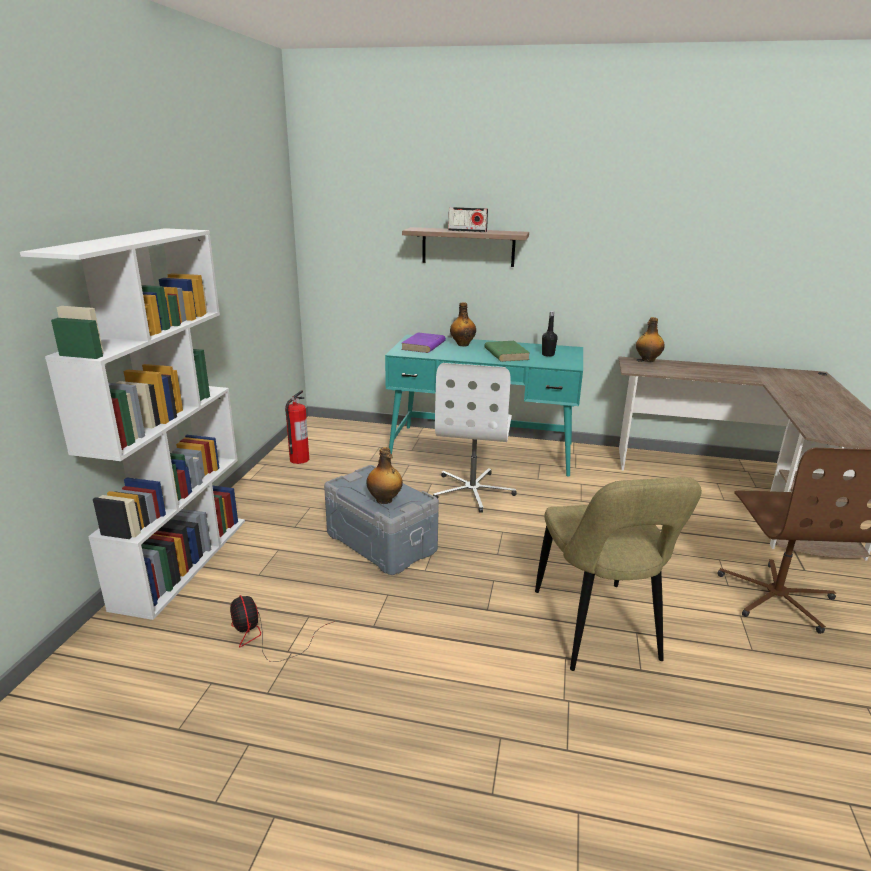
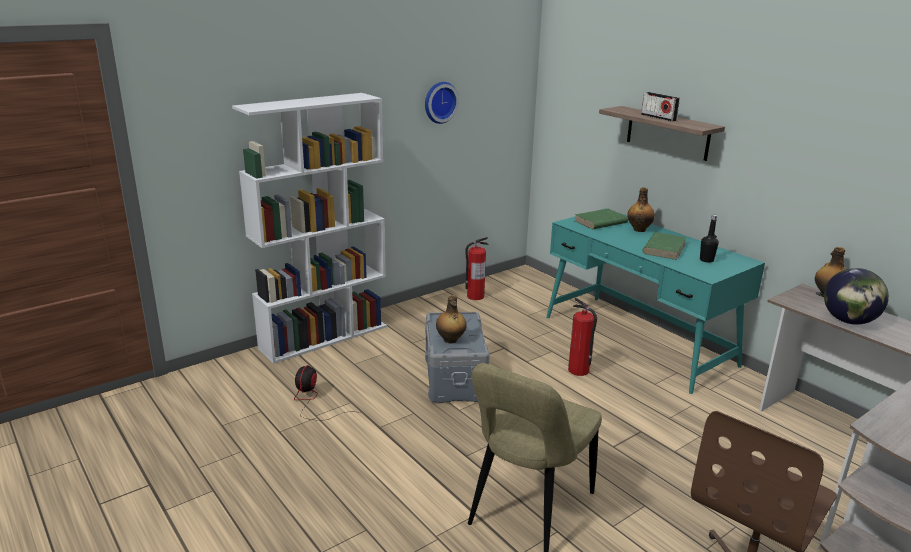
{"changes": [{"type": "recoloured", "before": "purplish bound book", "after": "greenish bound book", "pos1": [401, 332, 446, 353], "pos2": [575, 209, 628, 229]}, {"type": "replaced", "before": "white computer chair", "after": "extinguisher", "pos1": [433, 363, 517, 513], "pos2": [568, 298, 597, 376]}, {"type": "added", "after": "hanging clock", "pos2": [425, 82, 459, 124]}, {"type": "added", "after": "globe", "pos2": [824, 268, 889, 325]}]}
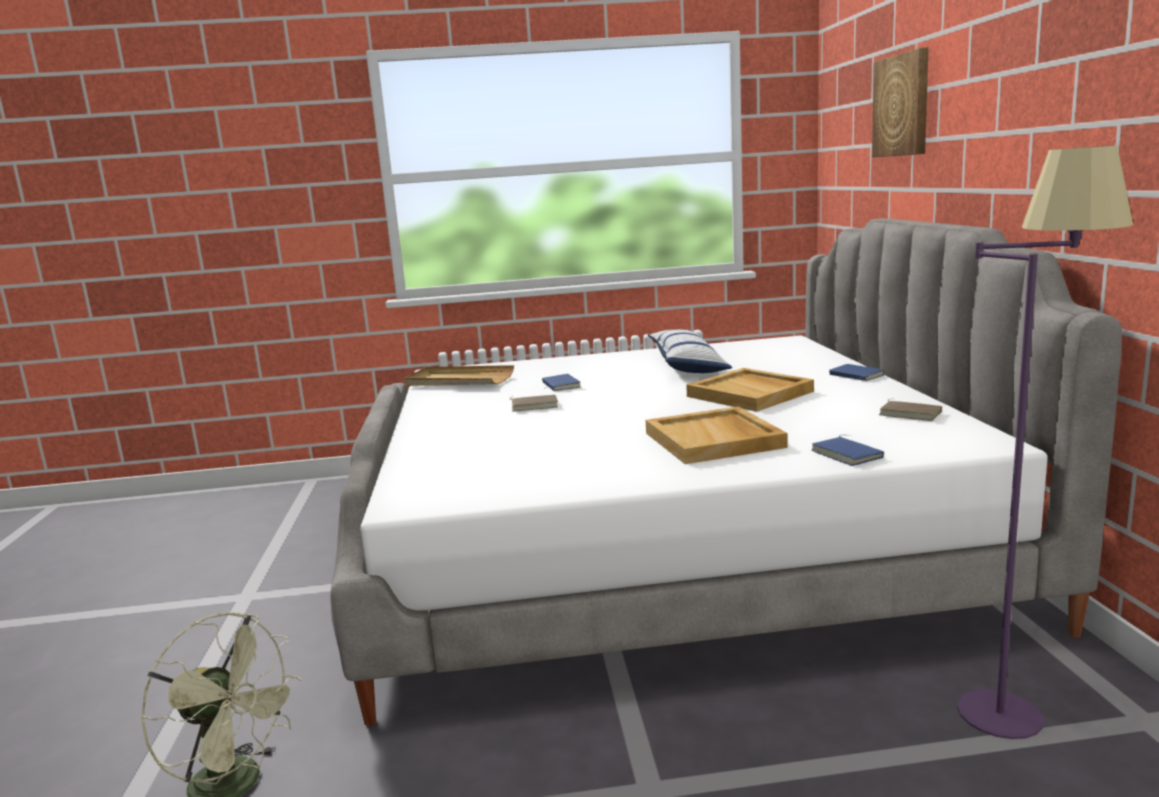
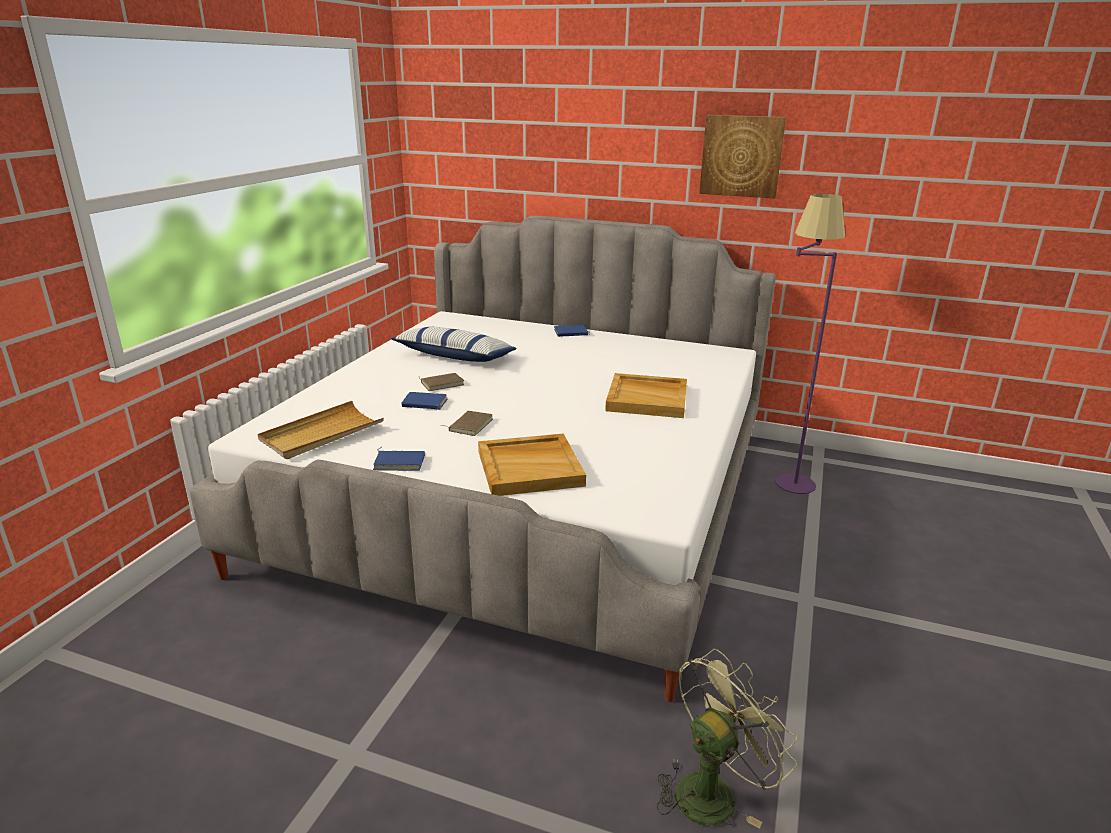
{"changes": [{"type": "moved", "before": "beige-coloured carrying tray", "pos1": [686, 368, 814, 412], "pos2": [478, 433, 586, 496]}, {"type": "moved", "before": "blue-coloured bound book", "pos1": [812, 435, 884, 466], "pos2": [373, 447, 425, 471]}, {"type": "moved", "before": "wall art", "pos1": [872, 47, 929, 157], "pos2": [699, 115, 786, 198]}, {"type": "moved", "before": "brown-coloured bound book", "pos1": [879, 399, 942, 421], "pos2": [419, 373, 464, 391]}]}
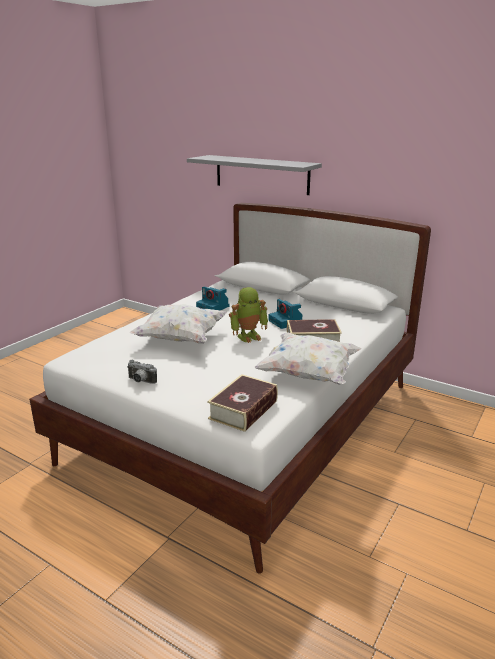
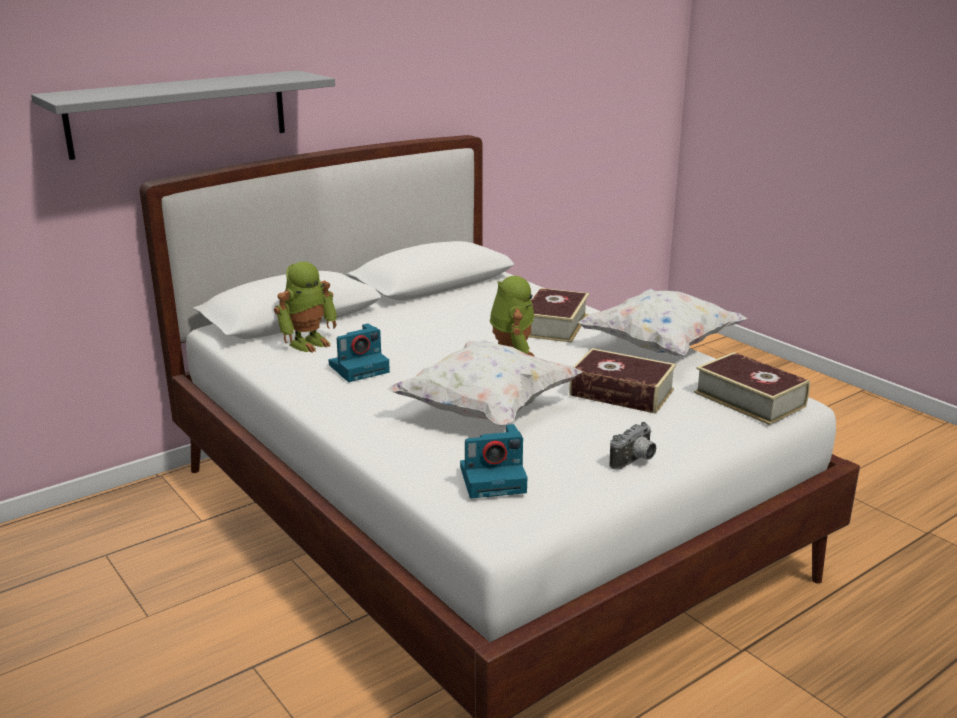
{"changes": [{"type": "moved", "before": "still camera", "pos1": [269, 299, 302, 329], "pos2": [460, 424, 528, 498]}, {"type": "added", "after": "robot figure", "pos2": [274, 262, 337, 353]}, {"type": "added", "after": "bound book", "pos2": [569, 348, 676, 414]}]}
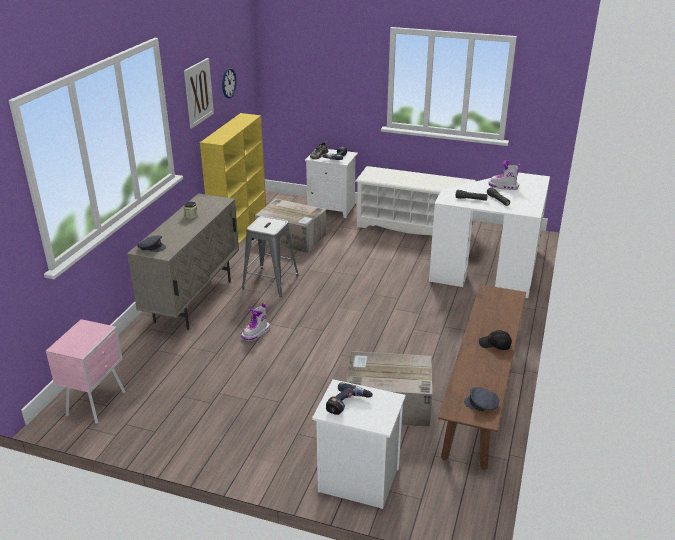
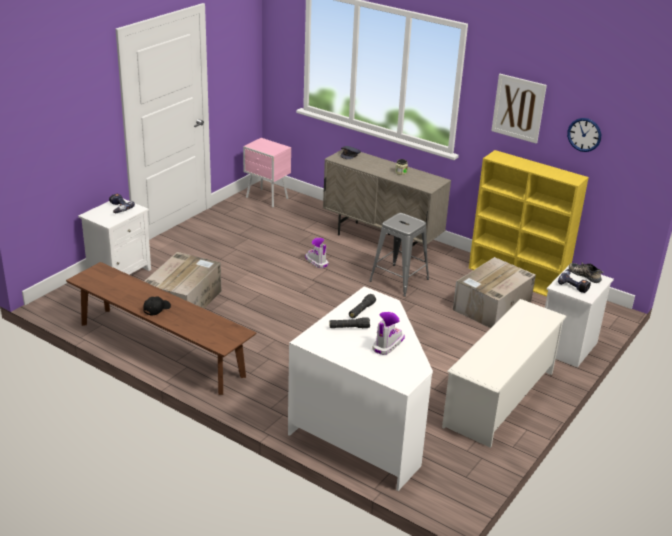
{"changes": [{"type": "removed", "before": "grey cap", "pos1": [464, 387, 499, 411]}]}
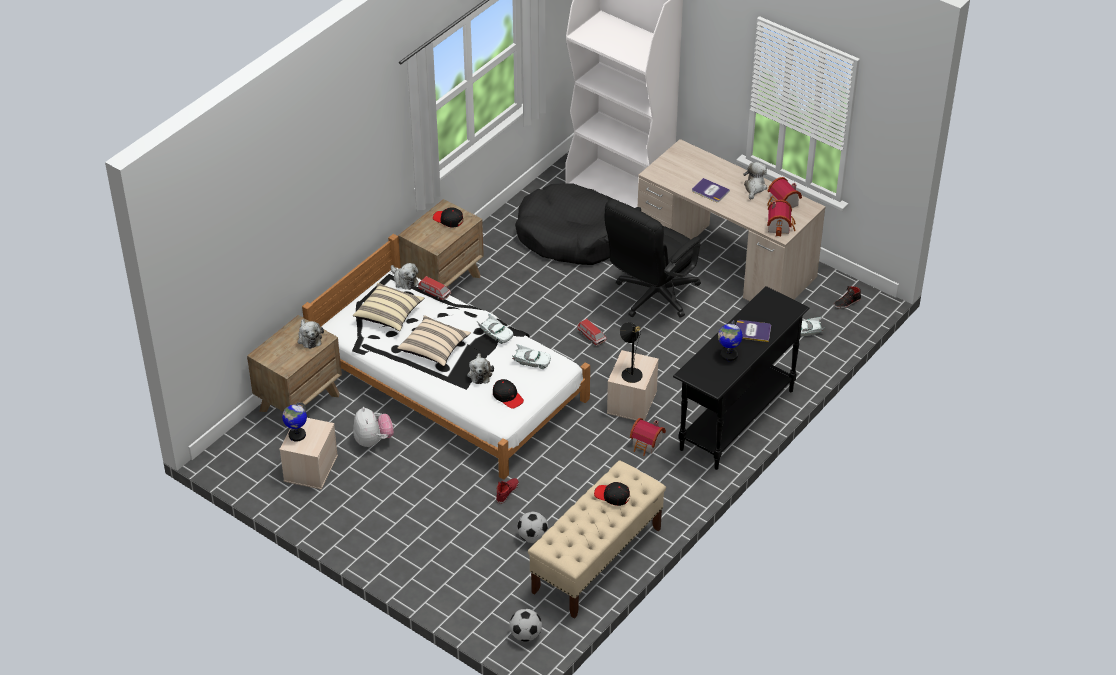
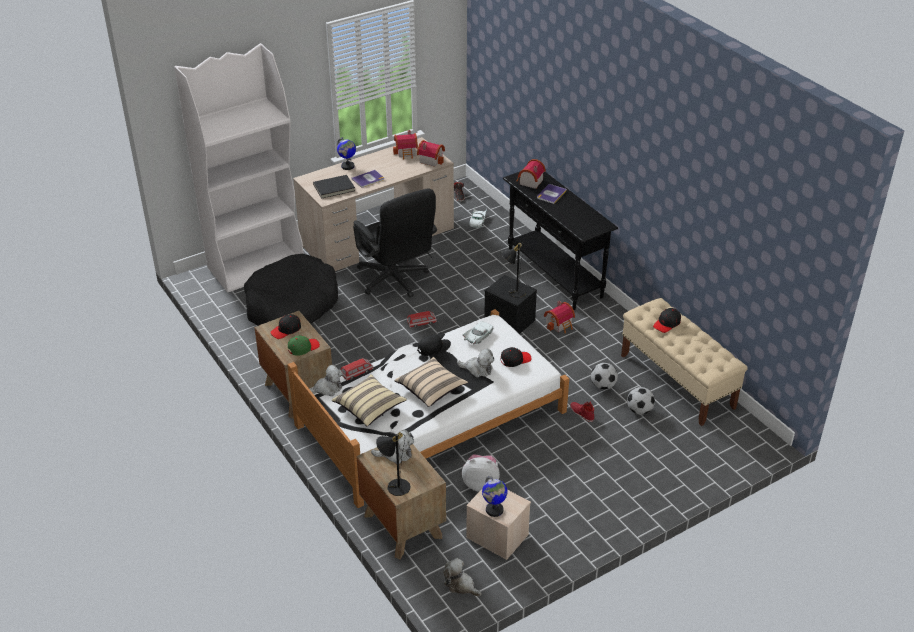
{"changes": [{"type": "replaced", "before": "white model car", "after": "black-coloured cap", "pos1": [477, 313, 513, 344], "pos2": [417, 335, 451, 356]}, {"type": "moved", "before": "ball for football", "pos1": [509, 609, 542, 642], "pos2": [591, 363, 618, 390]}, {"type": "recoloured", "before": "beige-coloured storage box", "after": "black-coloured storage box", "pos1": [607, 350, 659, 421], "pos2": [484, 275, 537, 334]}, {"type": "moved", "before": "globe", "pos1": [718, 320, 743, 361], "pos2": [337, 137, 356, 170]}, {"type": "moved", "before": "cuddly toy", "pos1": [743, 162, 767, 200], "pos2": [443, 558, 482, 596]}, {"type": "added", "after": "greenish cap", "pos2": [288, 335, 320, 356]}, {"type": "added", "after": "black-coloured bound book", "pos2": [313, 175, 355, 199]}, {"type": "added", "after": "black-coloured table lamp", "pos2": [376, 432, 410, 496]}, {"type": "added", "after": "model house", "pos2": [517, 159, 546, 189]}]}
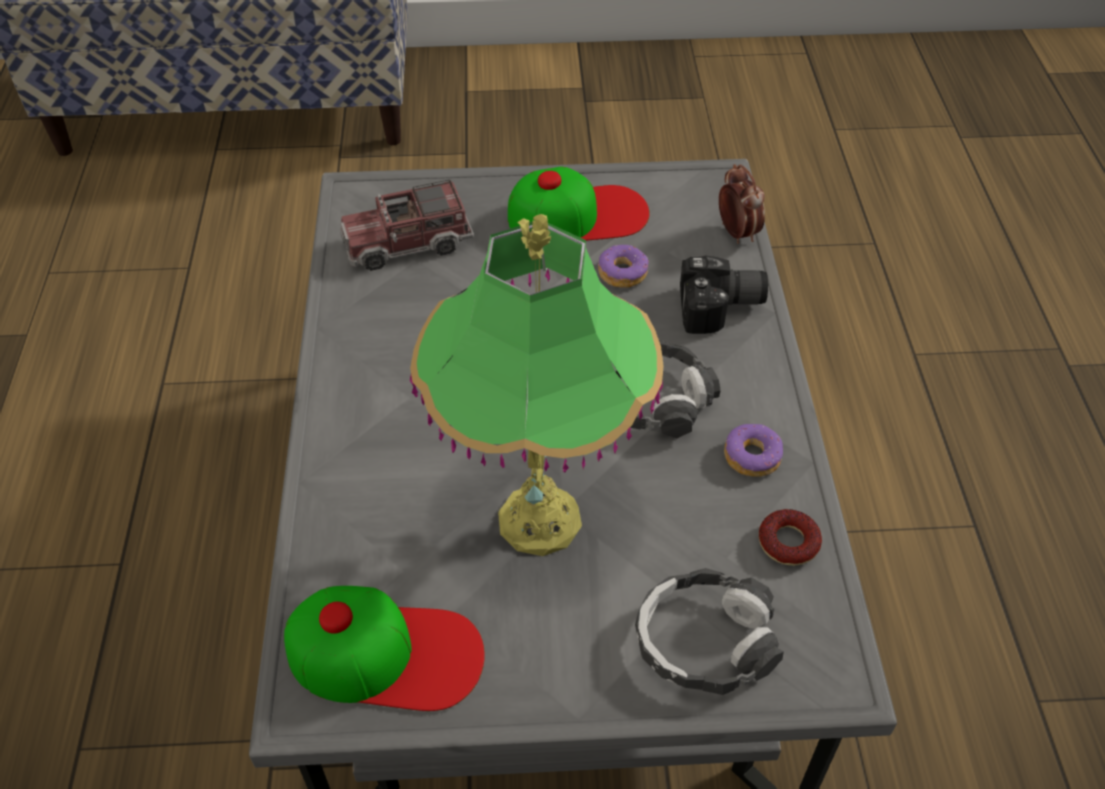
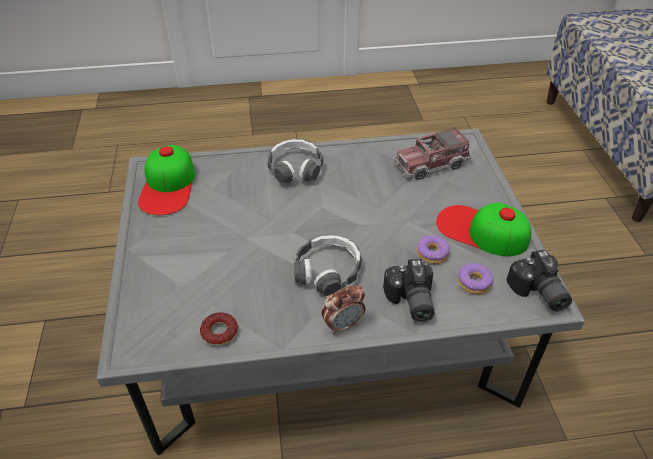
{"changes": [{"type": "turned", "before": "model truck", "pos1": [340, 180, 474, 271], "pos2": [394, 128, 471, 180], "turn": -90}, {"type": "removed", "before": "table lamp", "pos1": [410, 214, 664, 556]}, {"type": "turned", "before": "cap", "pos1": [508, 166, 650, 241], "pos2": [436, 203, 531, 256], "turn": 135}, {"type": "moved", "before": "headphones", "pos1": [635, 568, 784, 695], "pos2": [268, 139, 323, 183]}, {"type": "moved", "before": "alarm clock", "pos1": [719, 164, 765, 244], "pos2": [321, 285, 366, 334]}, {"type": "moved", "before": "ring doughnut", "pos1": [724, 424, 783, 477], "pos2": [458, 263, 494, 294]}, {"type": "added", "after": "still camera", "pos2": [506, 250, 572, 312]}]}
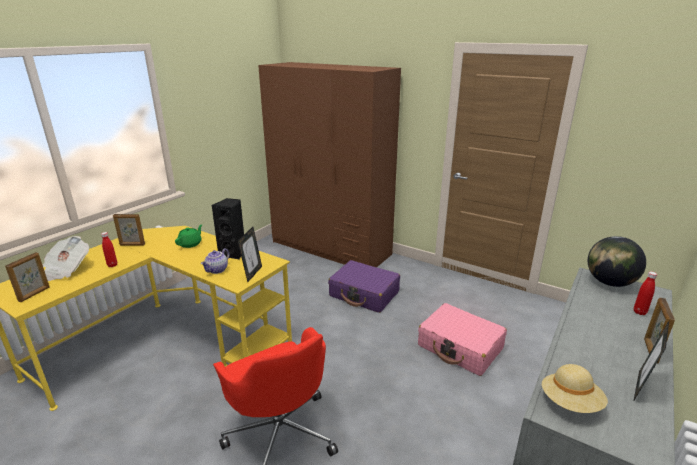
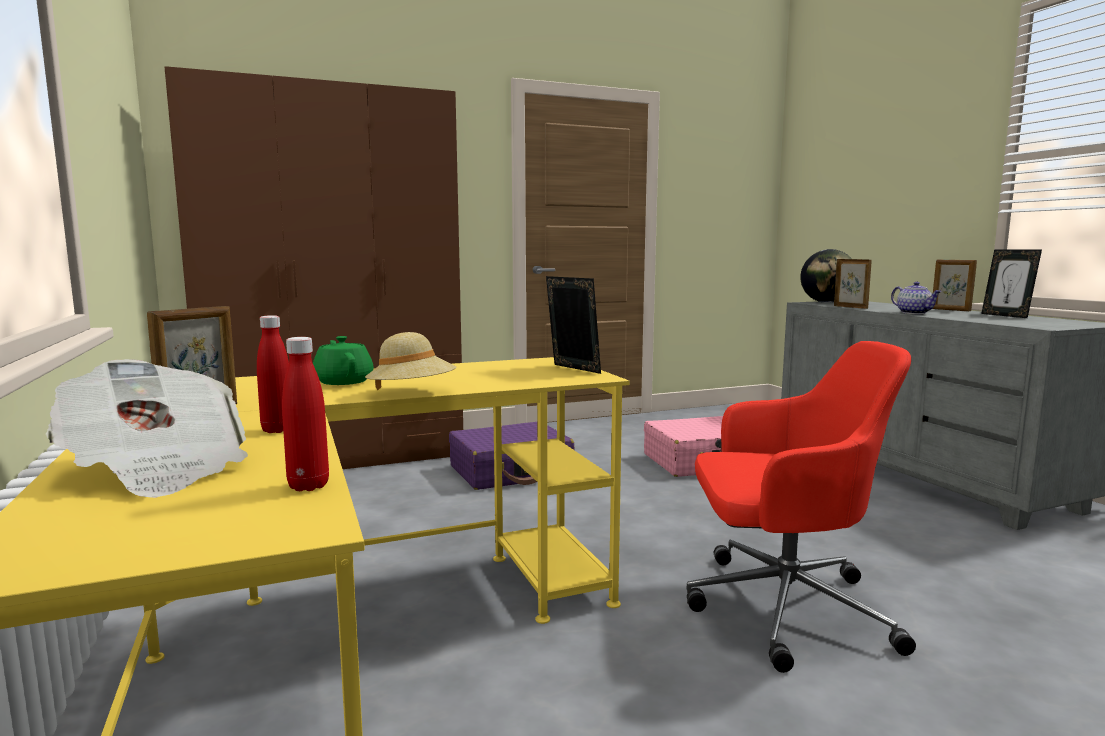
{"changes": [{"type": "moved", "before": "picture frame", "pos1": [5, 252, 50, 302], "pos2": [834, 259, 872, 309]}, {"type": "moved", "before": "pot for tea", "pos1": [201, 248, 229, 274], "pos2": [891, 282, 942, 314]}, {"type": "removed", "before": "black-coloured loudspeaker", "pos1": [212, 198, 244, 260]}, {"type": "moved", "before": "beige-coloured hat", "pos1": [542, 364, 608, 413], "pos2": [365, 332, 456, 390]}, {"type": "moved", "before": "red drink bottle", "pos1": [634, 271, 657, 315], "pos2": [282, 337, 329, 491]}]}
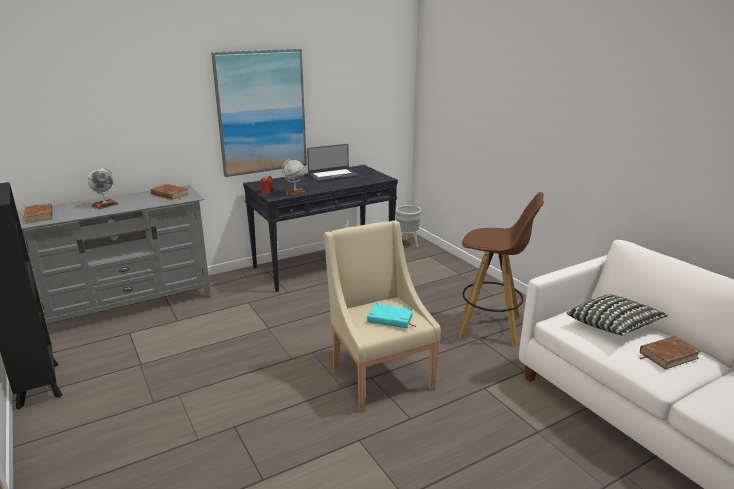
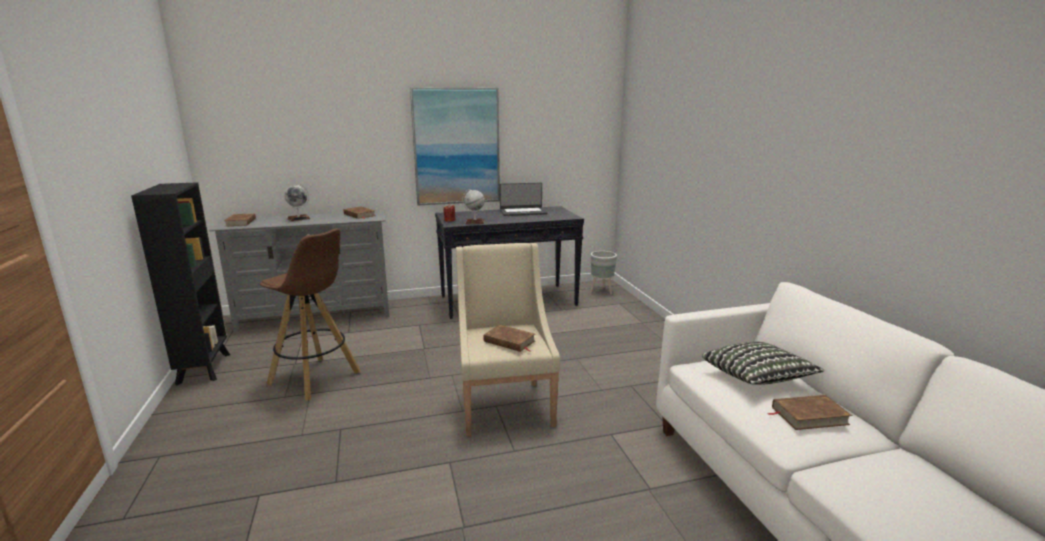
{"changes": [{"type": "recoloured", "before": "blue-green bound book", "after": "brown-coloured bound book", "pos1": [367, 303, 416, 328], "pos2": [483, 325, 535, 352]}, {"type": "moved", "before": "brown-coloured stool", "pos1": [458, 192, 544, 346], "pos2": [260, 229, 361, 401]}]}
